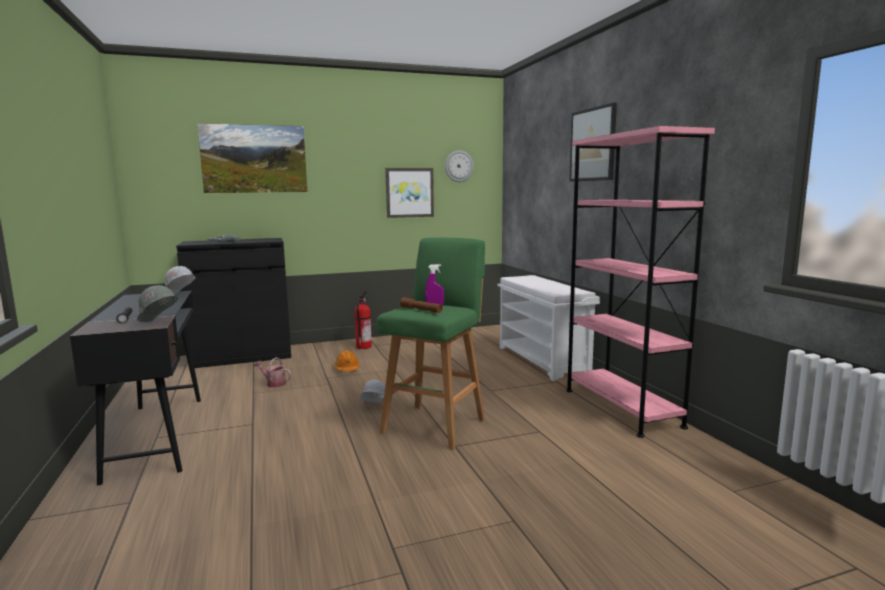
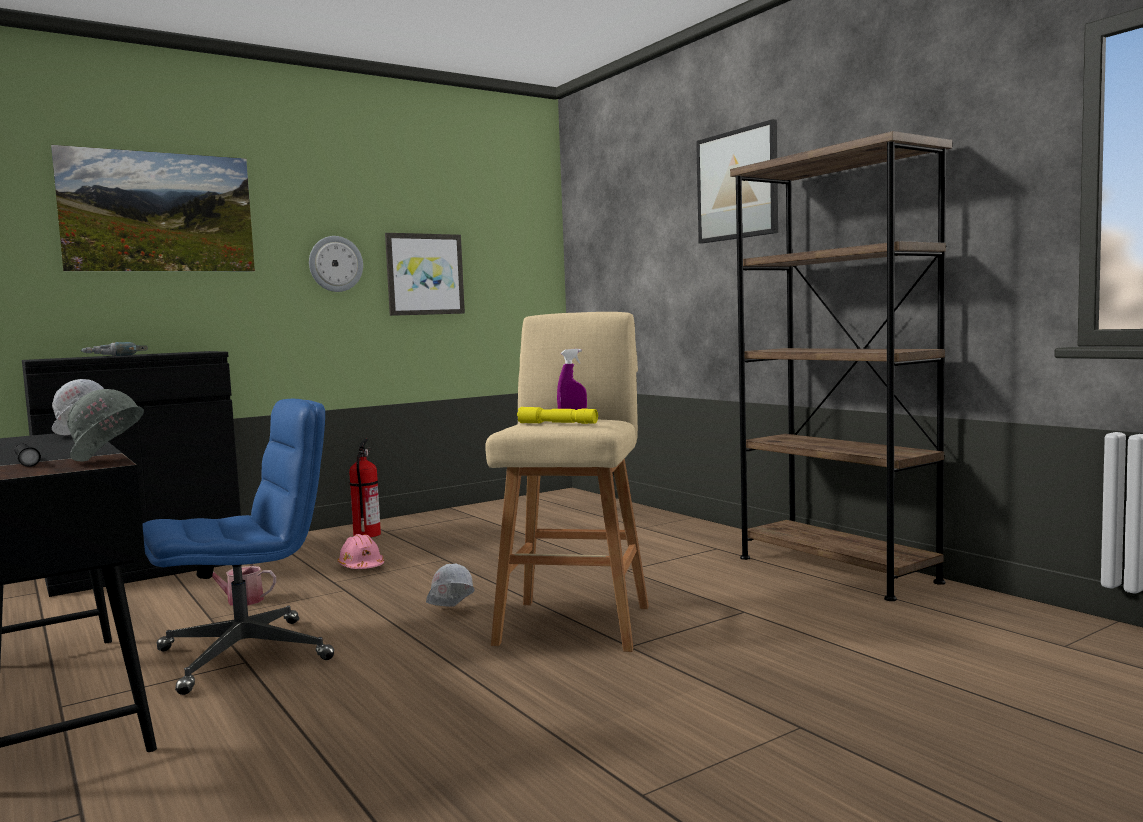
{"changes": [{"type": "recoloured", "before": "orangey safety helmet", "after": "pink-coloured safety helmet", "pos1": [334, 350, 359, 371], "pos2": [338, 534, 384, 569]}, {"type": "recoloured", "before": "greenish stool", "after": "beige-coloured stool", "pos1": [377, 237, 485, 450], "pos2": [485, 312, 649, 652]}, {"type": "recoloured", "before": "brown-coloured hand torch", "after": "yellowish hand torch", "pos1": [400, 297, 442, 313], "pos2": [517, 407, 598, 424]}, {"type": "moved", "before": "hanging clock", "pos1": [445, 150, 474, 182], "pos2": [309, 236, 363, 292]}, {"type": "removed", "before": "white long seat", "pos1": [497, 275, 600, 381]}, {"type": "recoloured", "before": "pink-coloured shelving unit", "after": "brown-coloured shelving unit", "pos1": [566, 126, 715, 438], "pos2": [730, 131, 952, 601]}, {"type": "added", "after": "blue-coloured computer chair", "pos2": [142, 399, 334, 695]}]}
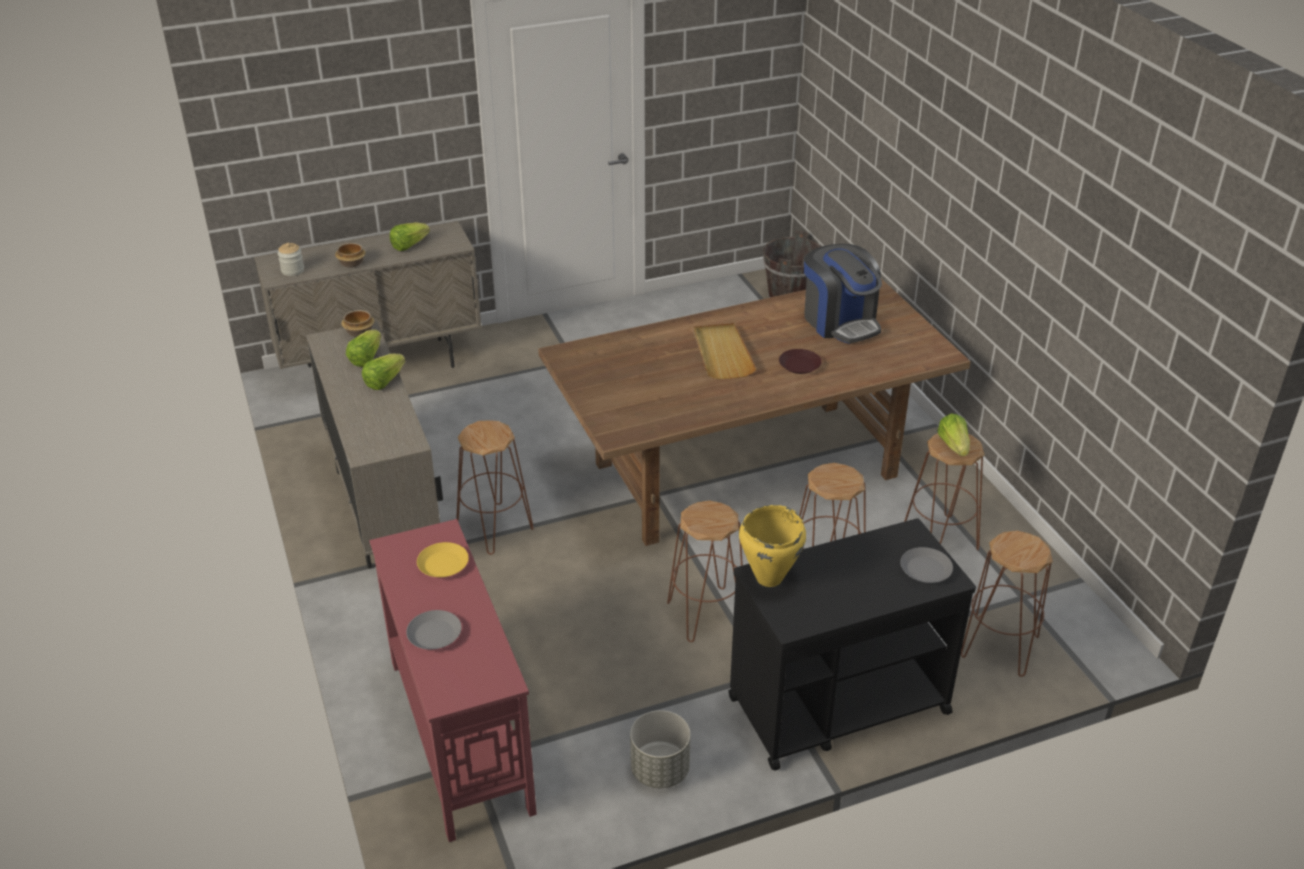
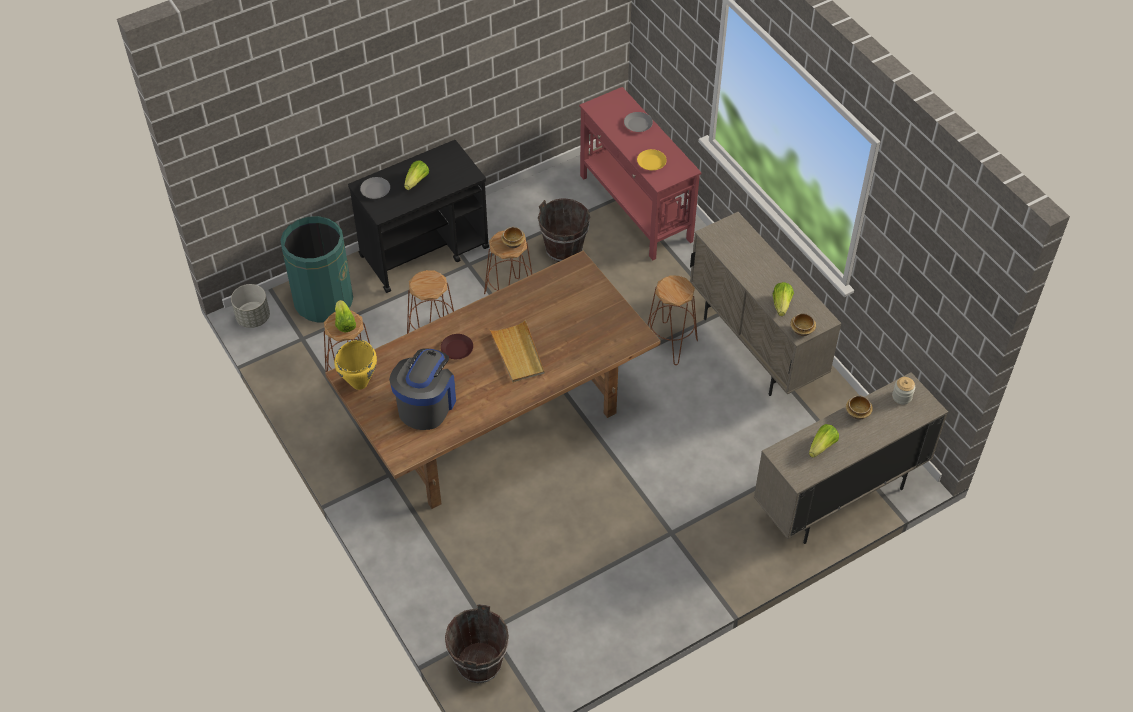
{"changes": [{"type": "moved", "before": "head of lettuce", "pos1": [362, 354, 405, 390], "pos2": [404, 161, 429, 190]}, {"type": "moved", "before": "grey planter", "pos1": [630, 710, 691, 788], "pos2": [231, 284, 270, 328]}, {"type": "moved", "before": "yellowish saucepot", "pos1": [739, 505, 806, 587], "pos2": [335, 340, 377, 390]}, {"type": "turned", "before": "coffee maker", "pos1": [804, 244, 882, 344], "pos2": [389, 348, 456, 430], "turn": 60}, {"type": "replaced", "before": "brown-coloured stool", "after": "greenish waste bin", "pos1": [961, 531, 1053, 677], "pos2": [281, 216, 353, 323]}, {"type": "added", "after": "deep dish", "pos2": [501, 227, 525, 248]}, {"type": "added", "after": "brown-coloured water bucket", "pos2": [538, 198, 590, 262]}]}
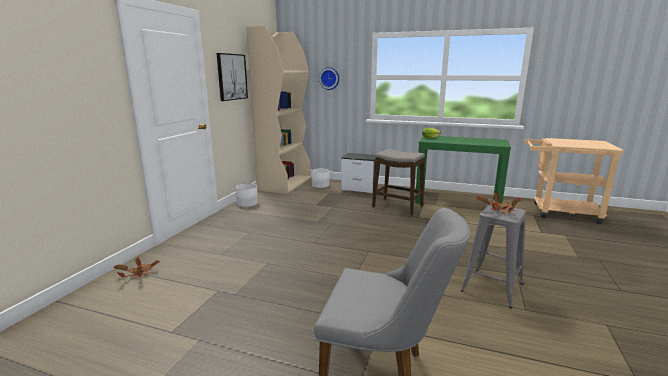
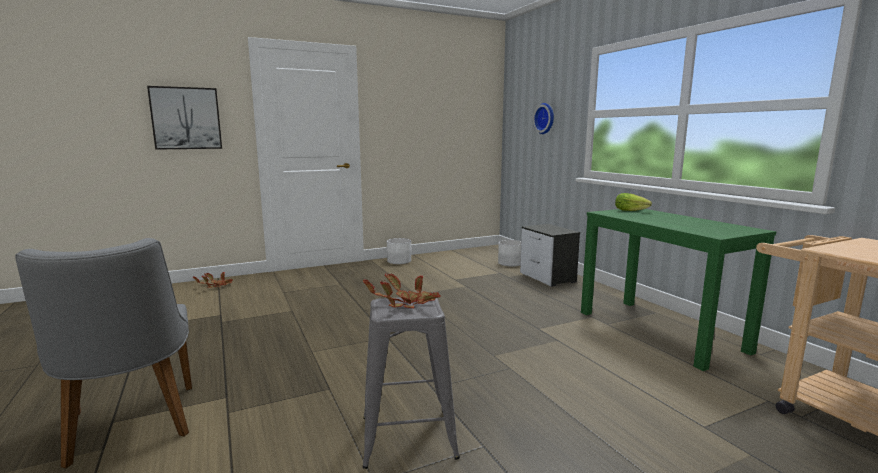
{"changes": [{"type": "moved", "before": "wall art", "pos1": [217, 53, 248, 101], "pos2": [147, 86, 222, 150]}, {"type": "removed", "before": "beige-coloured shelving unit", "pos1": [246, 26, 311, 194]}, {"type": "removed", "before": "stool", "pos1": [372, 149, 425, 216]}]}
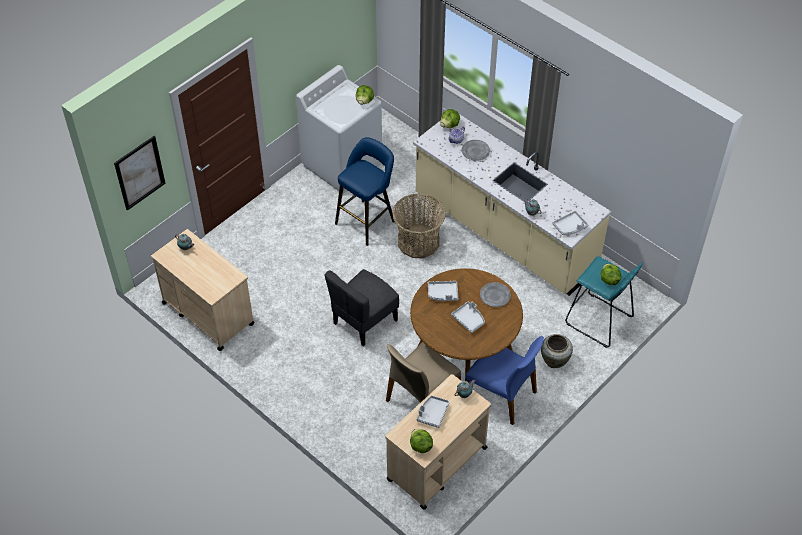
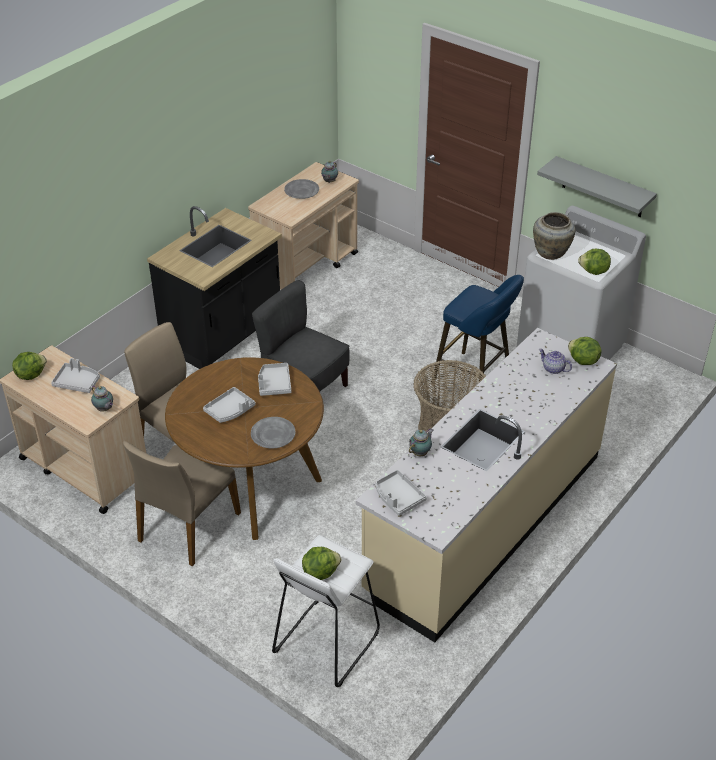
{"changes": [{"type": "removed", "before": "wall art", "pos1": [114, 136, 166, 211]}, {"type": "moved", "before": "grey plate", "pos1": [462, 140, 490, 161], "pos2": [284, 179, 319, 199]}, {"type": "recoloured", "before": "blue-coloured chair", "after": "beige-coloured chair", "pos1": [465, 336, 544, 425], "pos2": [123, 441, 241, 566]}, {"type": "moved", "before": "beige-coloured flower vase", "pos1": [541, 334, 573, 368], "pos2": [533, 212, 575, 260]}, {"type": "recoloured", "before": "blue-green stool", "after": "white stool", "pos1": [565, 256, 643, 348], "pos2": [272, 535, 380, 687]}, {"type": "added", "after": "black-coloured kitchen base unit", "pos2": [147, 206, 282, 369]}, {"type": "added", "after": "grey bracket shelf", "pos2": [537, 156, 657, 217]}]}
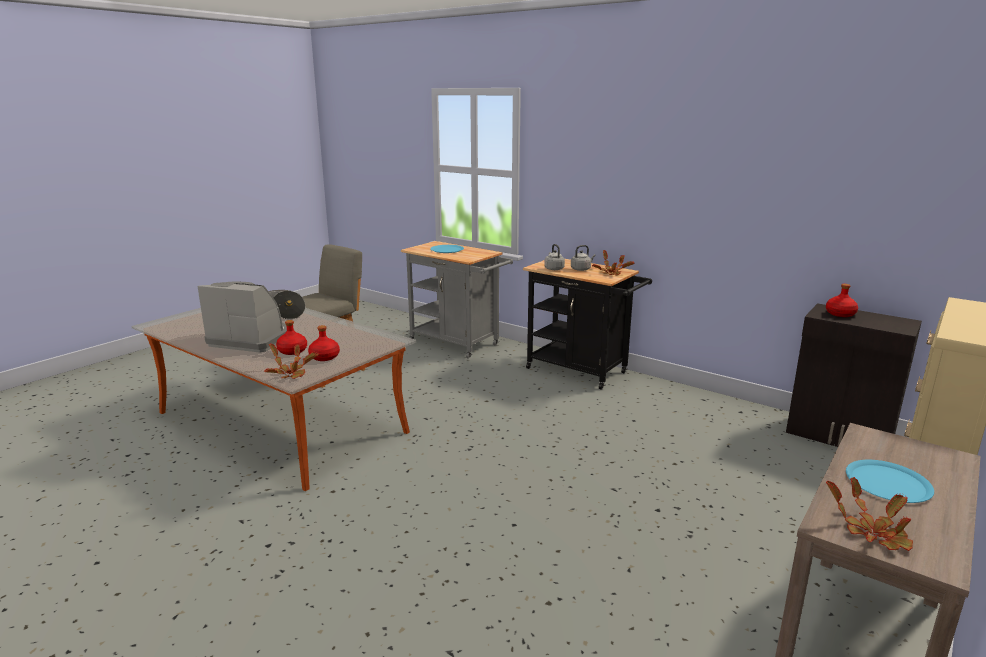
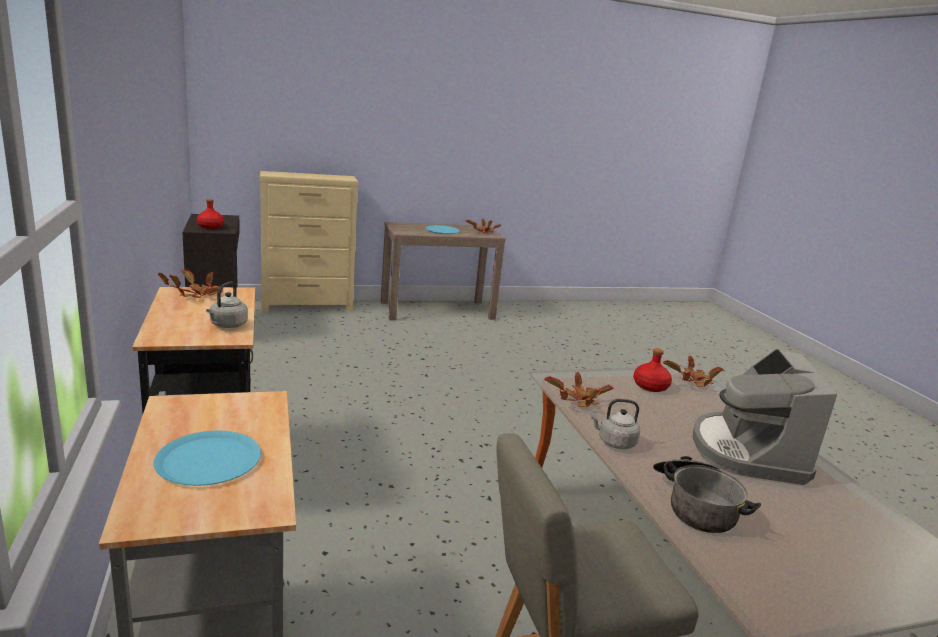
{"changes": [{"type": "turned", "before": "coffee maker", "pos1": [198, 282, 287, 353], "pos2": [692, 349, 837, 485], "turn": 45}, {"type": "removed", "before": "red drink bottle", "pos1": [276, 320, 307, 355]}, {"type": "moved", "before": "grey tea kettle", "pos1": [571, 245, 595, 271], "pos2": [590, 399, 640, 449]}, {"type": "added", "after": "potted plant", "pos2": [544, 372, 614, 407]}]}
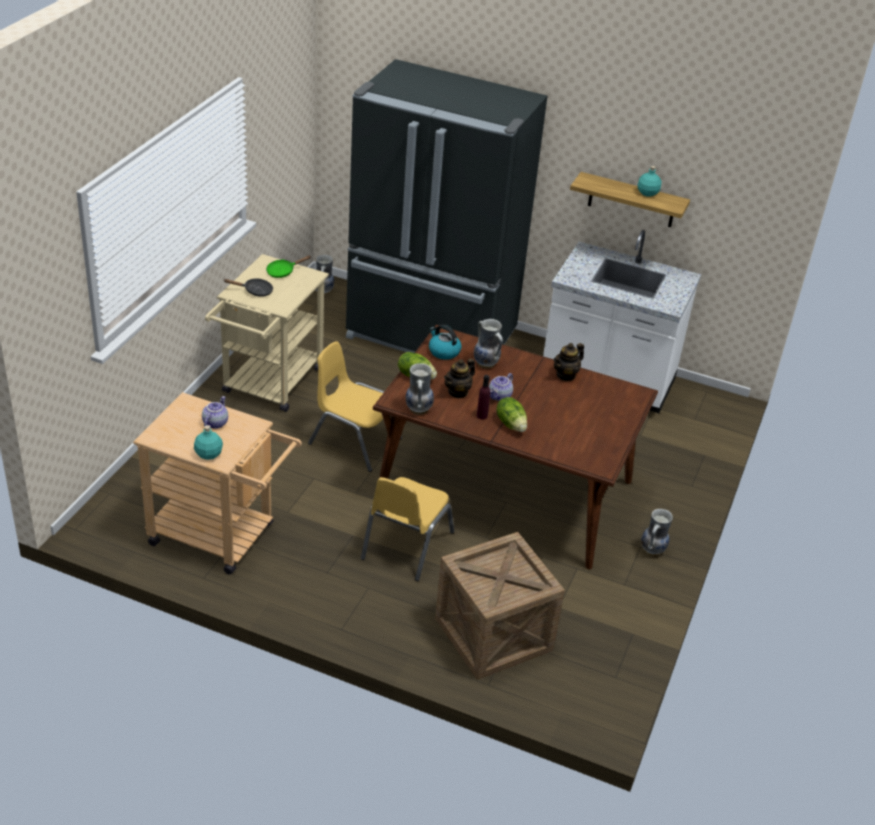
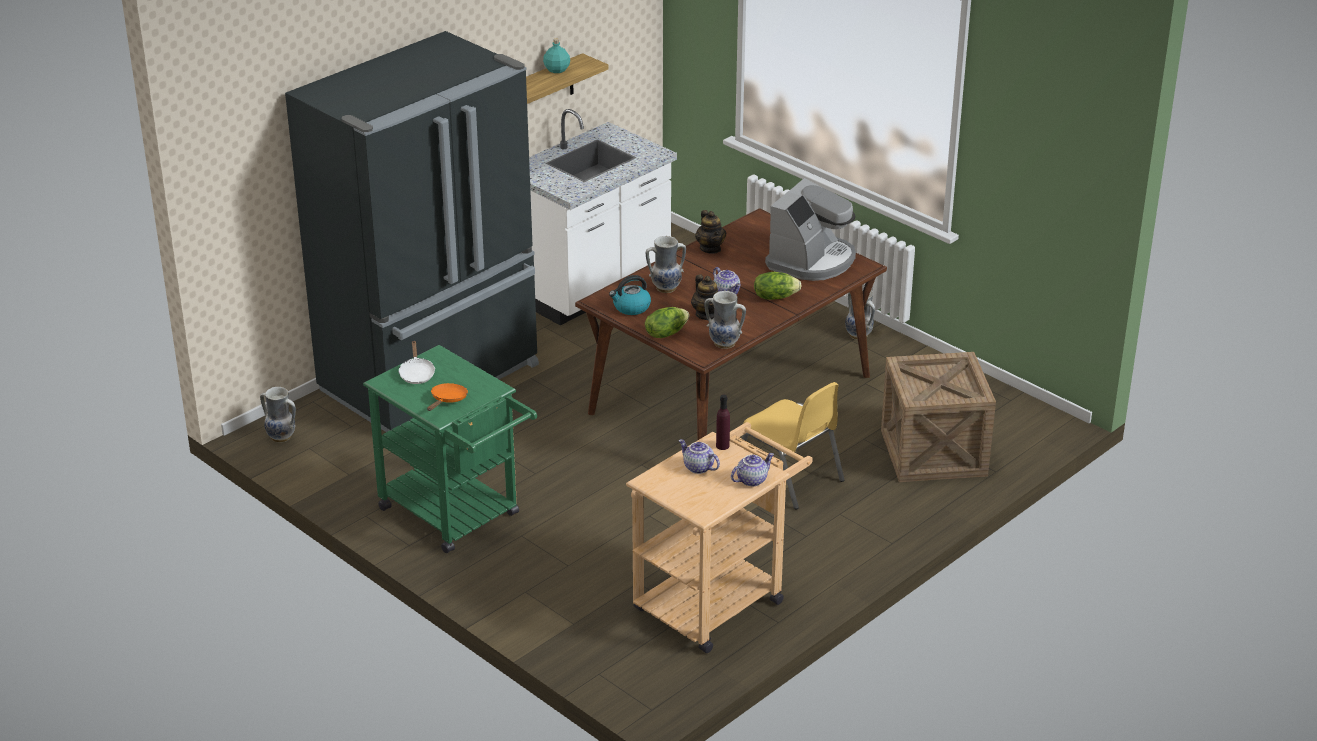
{"changes": [{"type": "replaced", "before": "blue-green drink bottle", "after": "pot for tea", "pos1": [194, 425, 223, 460], "pos2": [731, 453, 774, 486]}, {"type": "recoloured", "before": "beige-coloured trolley", "after": "greenish trolley", "pos1": [205, 254, 329, 412], "pos2": [363, 345, 537, 553]}, {"type": "recoloured", "before": "black-coloured pan", "after": "orangey pan", "pos1": [224, 278, 273, 297], "pos2": [427, 383, 468, 411]}, {"type": "recoloured", "before": "greenish pan", "after": "white pan", "pos1": [266, 255, 311, 278], "pos2": [398, 341, 436, 384]}, {"type": "removed", "before": "yellowish chair", "pos1": [308, 341, 402, 472]}, {"type": "moved", "before": "purplish drink bottle", "pos1": [477, 375, 490, 419], "pos2": [716, 394, 730, 450]}, {"type": "added", "after": "coffee maker", "pos2": [765, 178, 856, 281]}]}
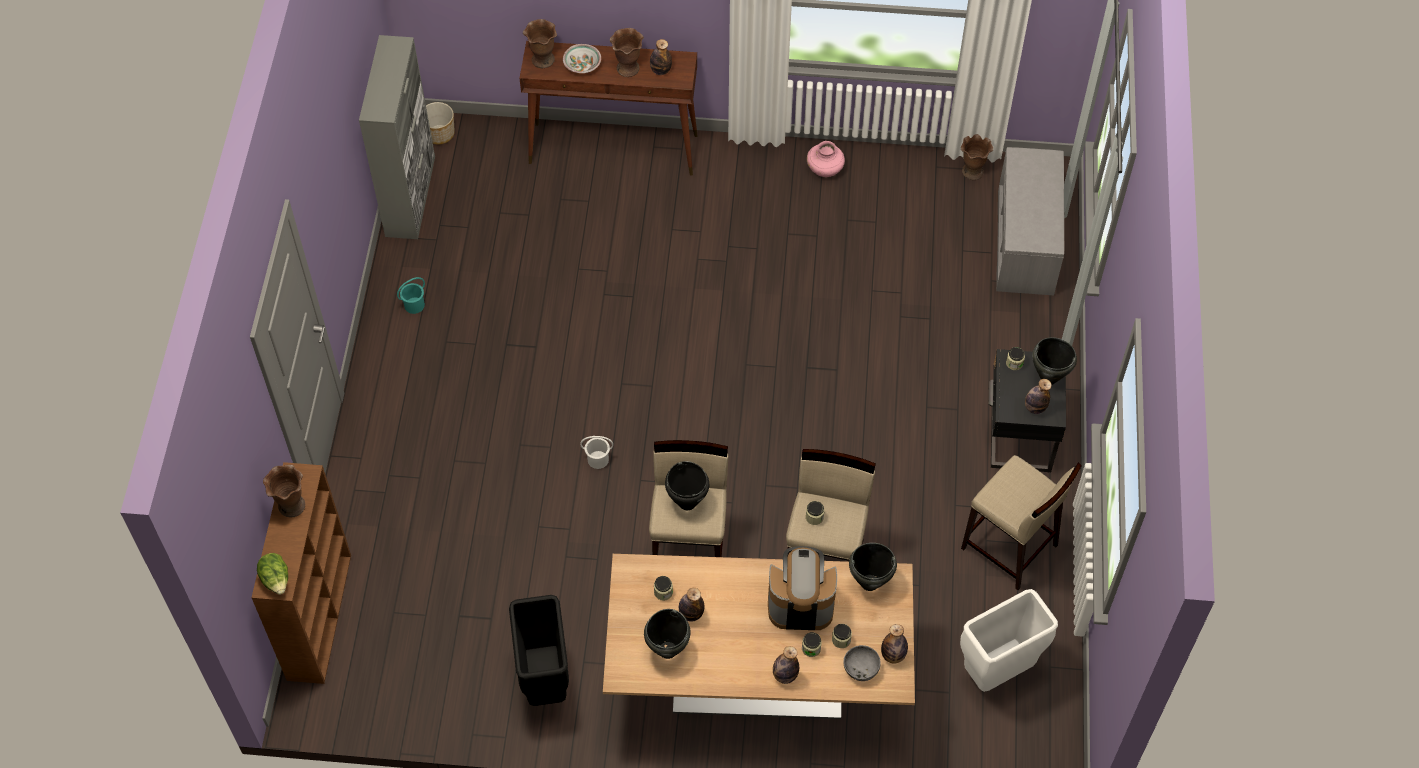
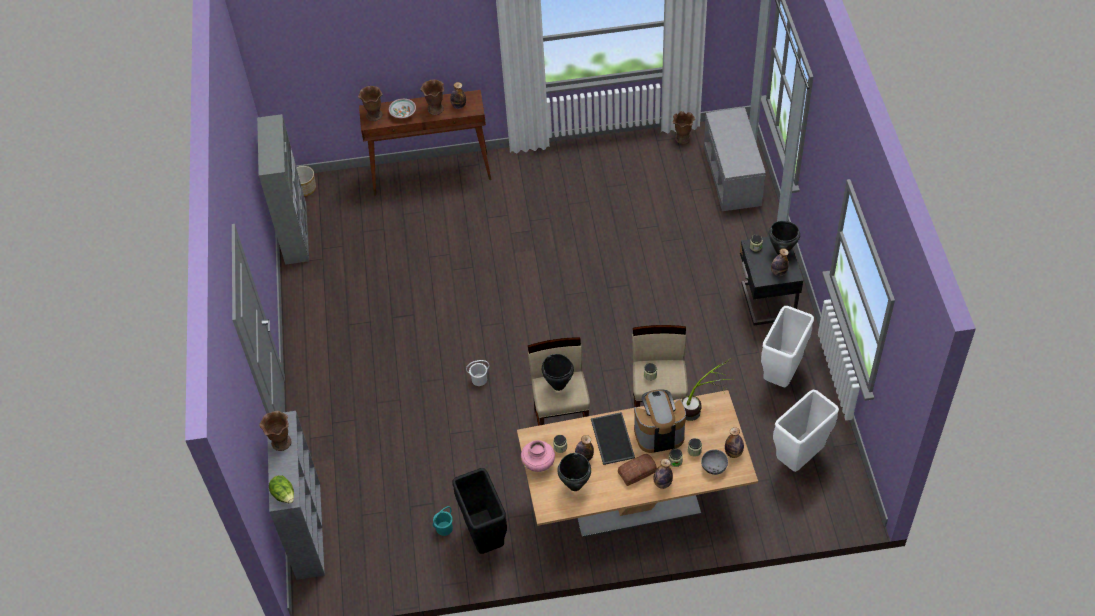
{"changes": [{"type": "recoloured", "before": "brown-coloured shelving unit", "after": "grey shelving unit", "pos1": [251, 462, 351, 684], "pos2": [267, 411, 325, 580]}, {"type": "moved", "before": "blue-green water bucket", "pos1": [397, 277, 425, 314], "pos2": [433, 506, 453, 536]}, {"type": "moved", "before": "pink-coloured flower vase", "pos1": [807, 141, 845, 177], "pos2": [521, 440, 555, 472]}, {"type": "replaced", "before": "black-coloured saucepot", "after": "potted plant", "pos1": [849, 543, 897, 591], "pos2": [681, 358, 733, 421]}, {"type": "replaced", "before": "beige-coloured stool", "after": "white waste bin", "pos1": [961, 455, 1082, 590], "pos2": [761, 306, 814, 387]}, {"type": "added", "after": "carrying tray", "pos2": [591, 412, 635, 465]}, {"type": "added", "after": "bread", "pos2": [618, 454, 657, 486]}]}
